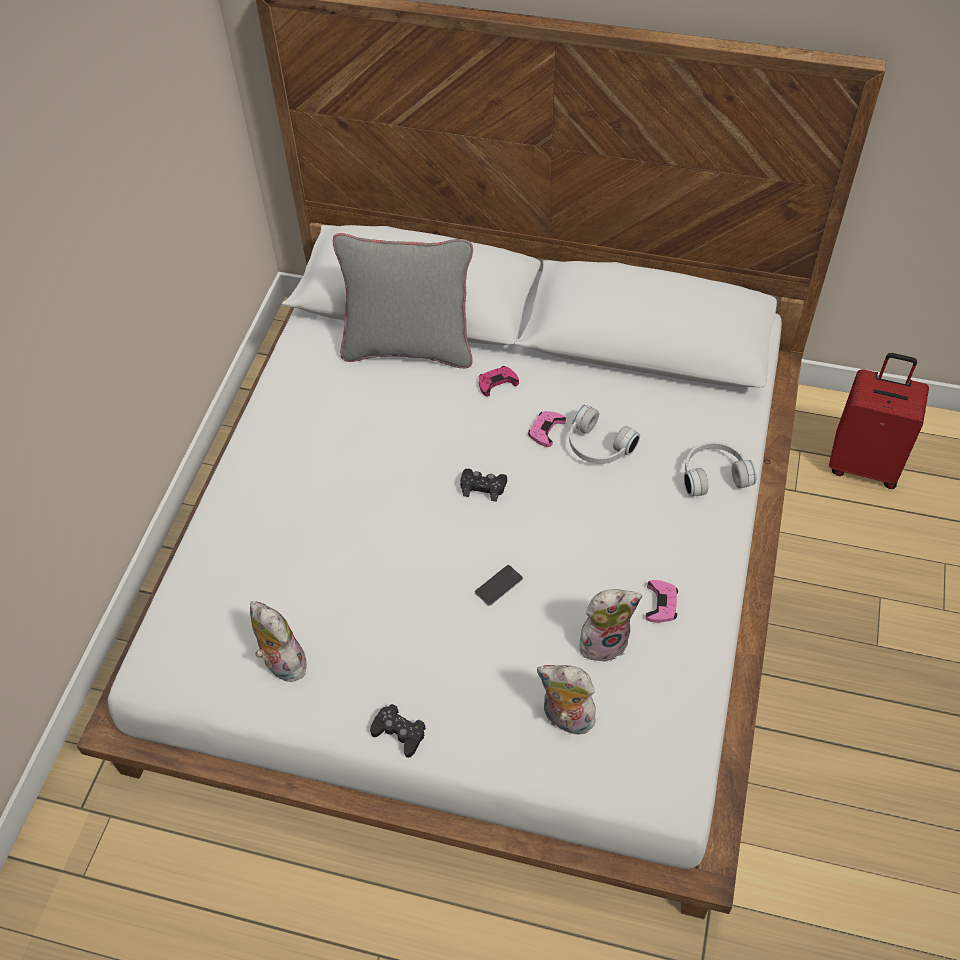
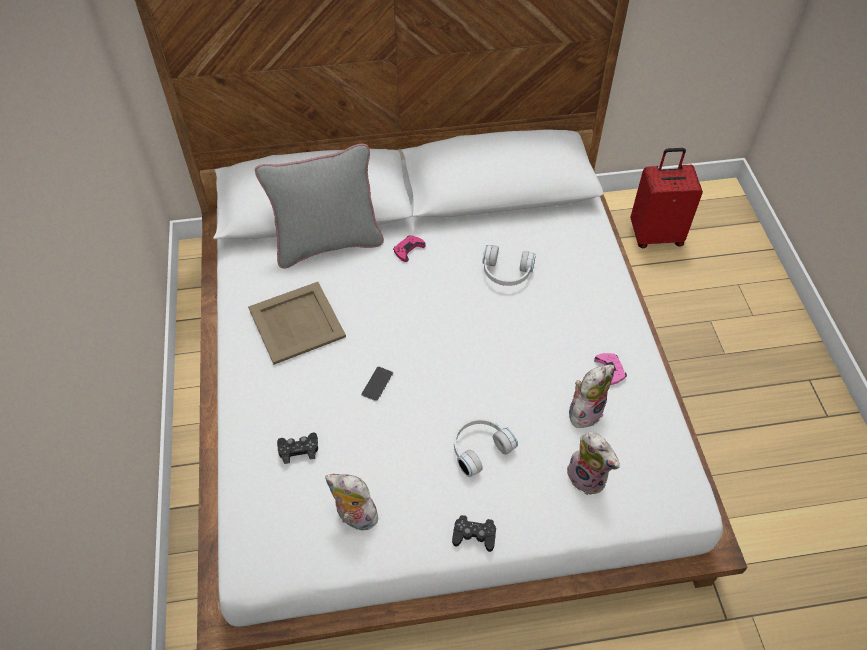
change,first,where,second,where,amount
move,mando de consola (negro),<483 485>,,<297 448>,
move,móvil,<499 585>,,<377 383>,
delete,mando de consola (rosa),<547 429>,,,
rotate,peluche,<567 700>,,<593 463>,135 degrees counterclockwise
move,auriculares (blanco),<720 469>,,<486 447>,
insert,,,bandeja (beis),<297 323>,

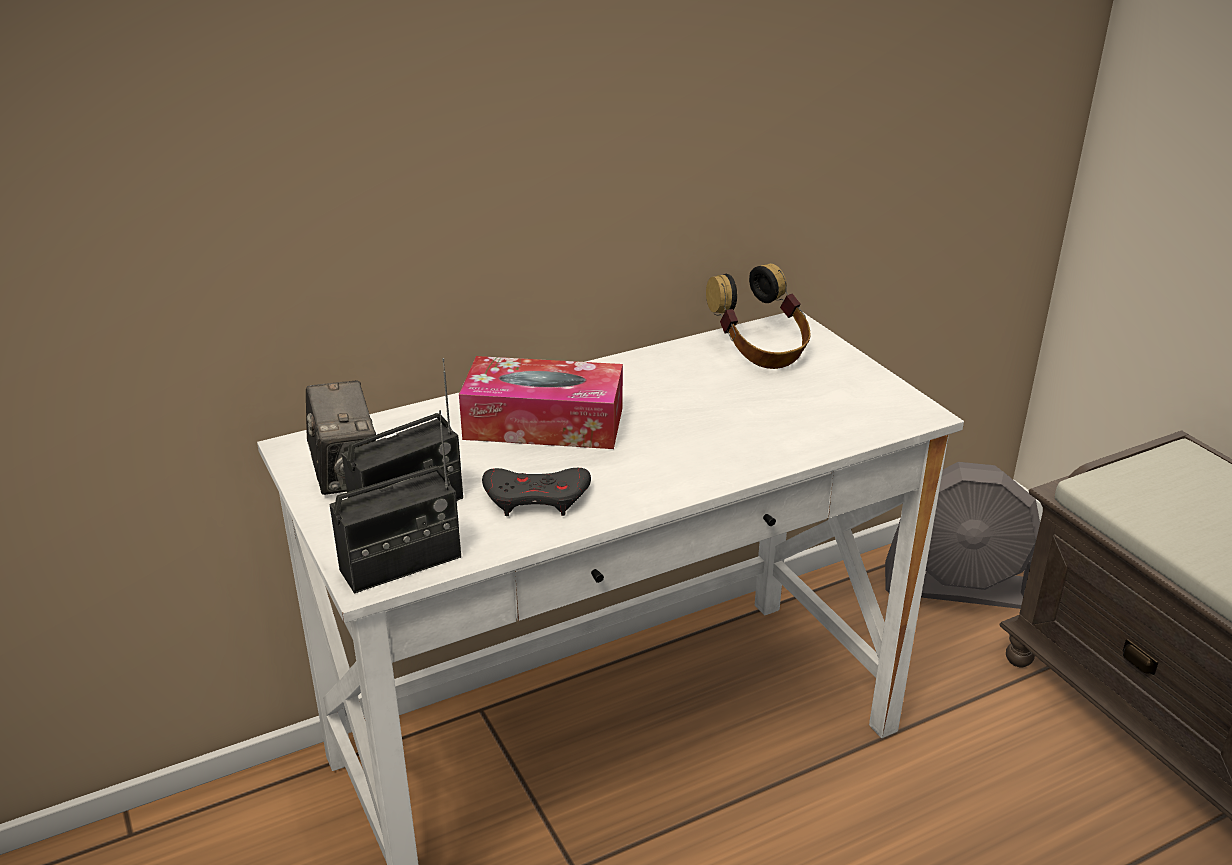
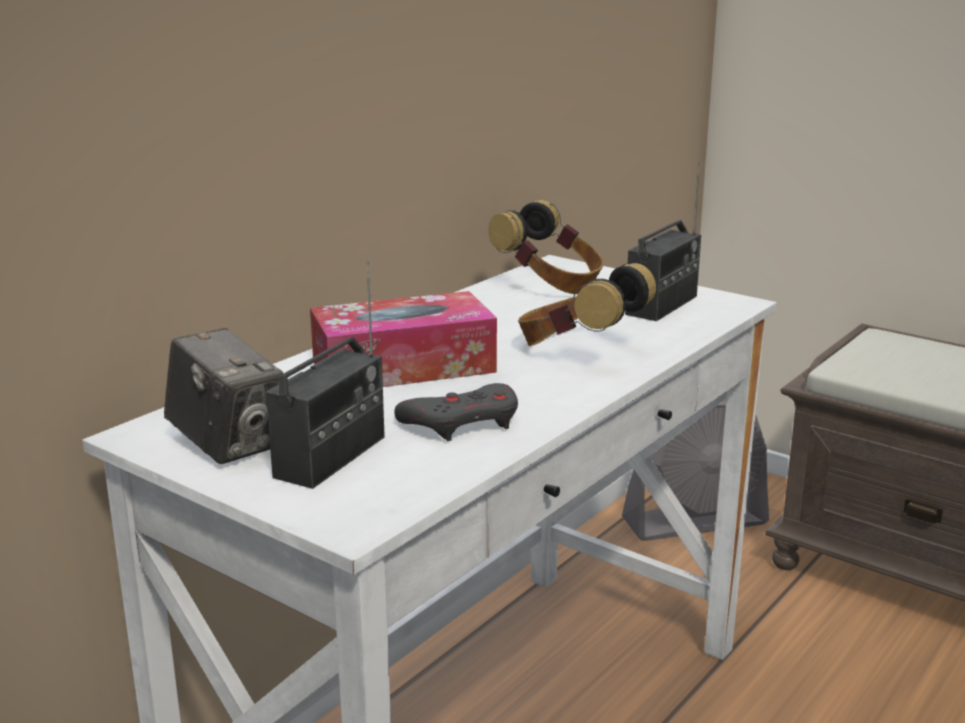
change,first,where,second,where,amount
move,radio,<395 501>,,<663 241>,
insert,,,auriculares,<587 304>,

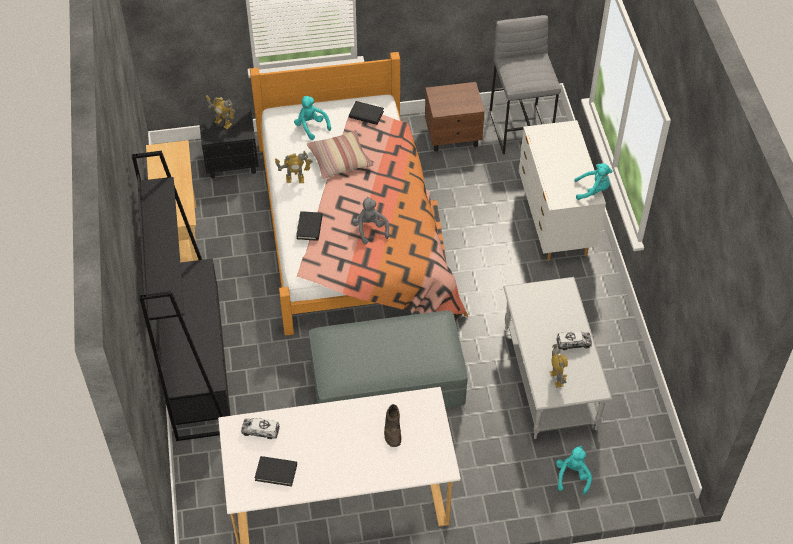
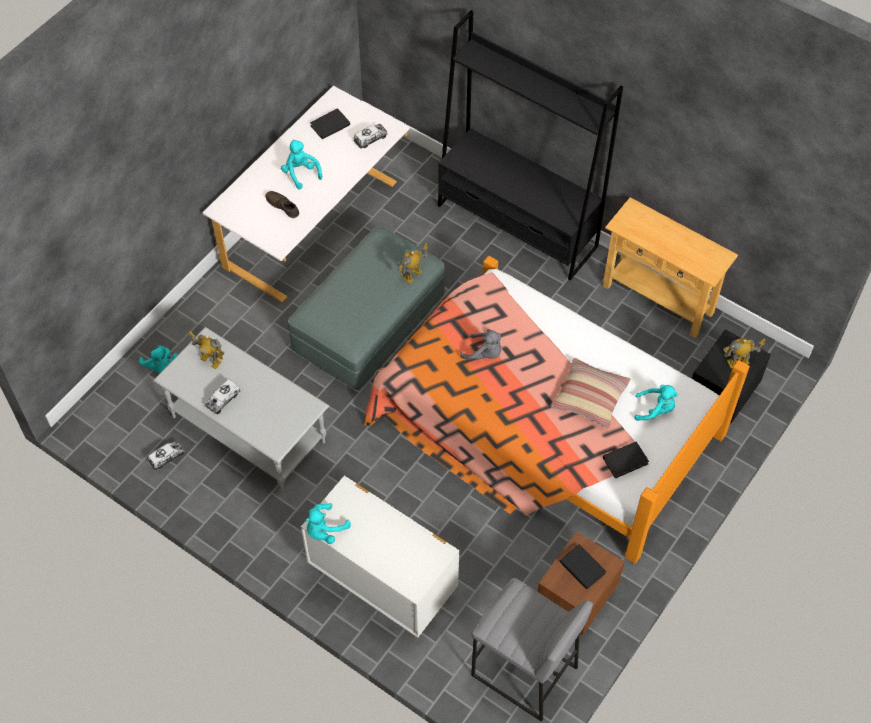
change,first,where,second,where,amount
move,robot de juguete,<294 167>,,<413 263>,
move,libro (negro),<309 226>,,<582 566>,
insert,,,camión de juguete,<166 456>,
insert,,,peluche (turquesa),<301 164>,

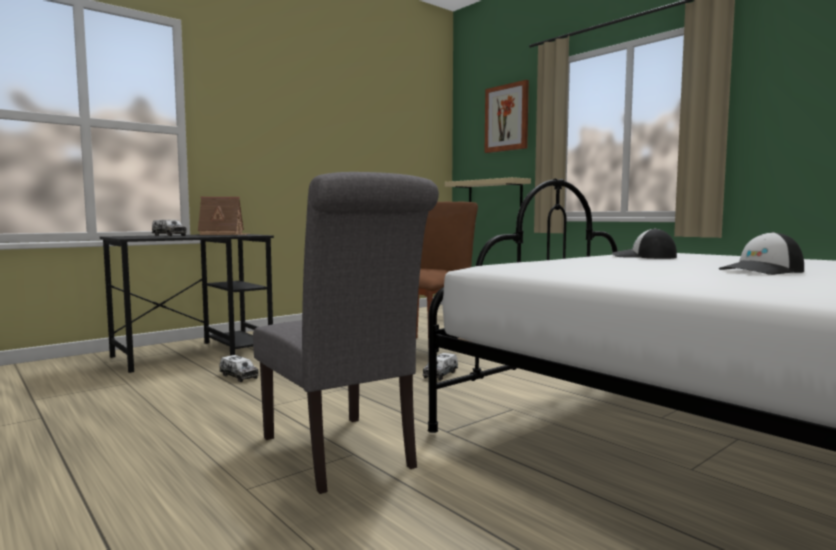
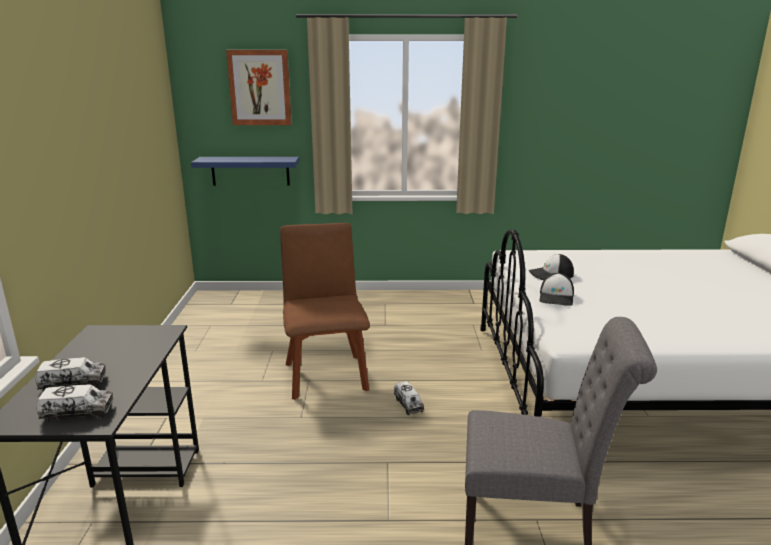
change,first,where,second,where,amount
delete,casita,<224 215>,,,
move,camión de juguete,<239 368>,,<75 403>,
recolor,estante (beis),<488 191>,estante (azul),<245 171>,
move,gorra,<761 253>,,<557 289>,

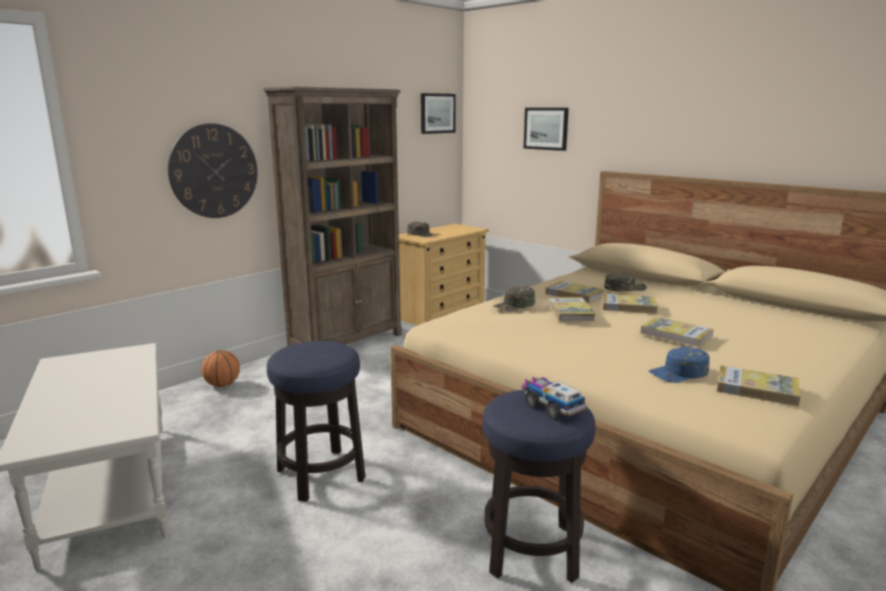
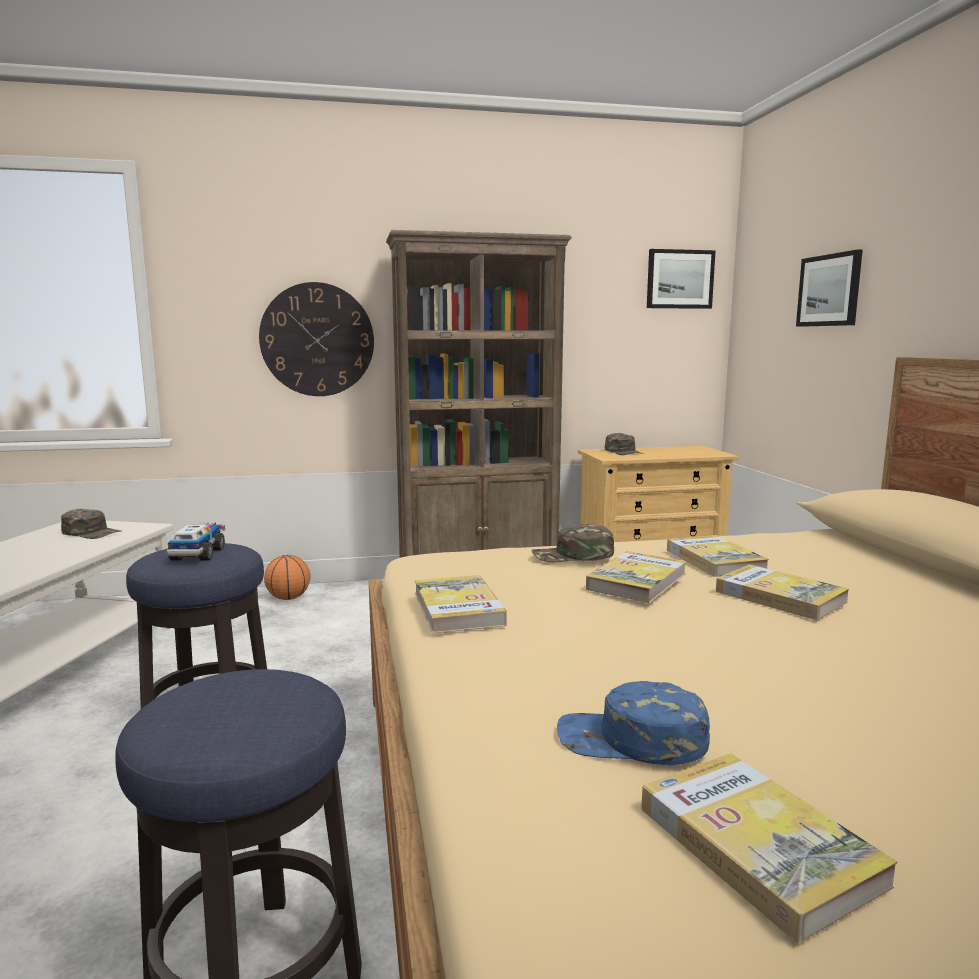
change,first,where,second,where,amount
move,camión de juguete,<554 398>,,<196 541>,
move,gorra (verde),<625 282>,,<91 524>,
move,libro,<676 332>,,<461 604>,

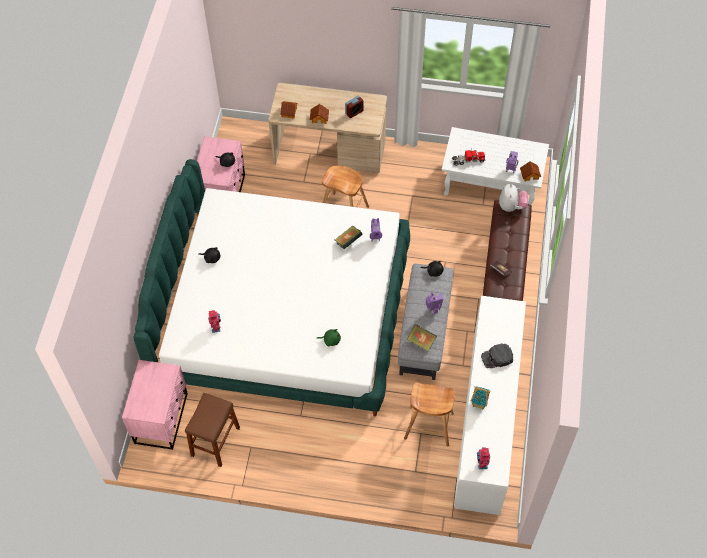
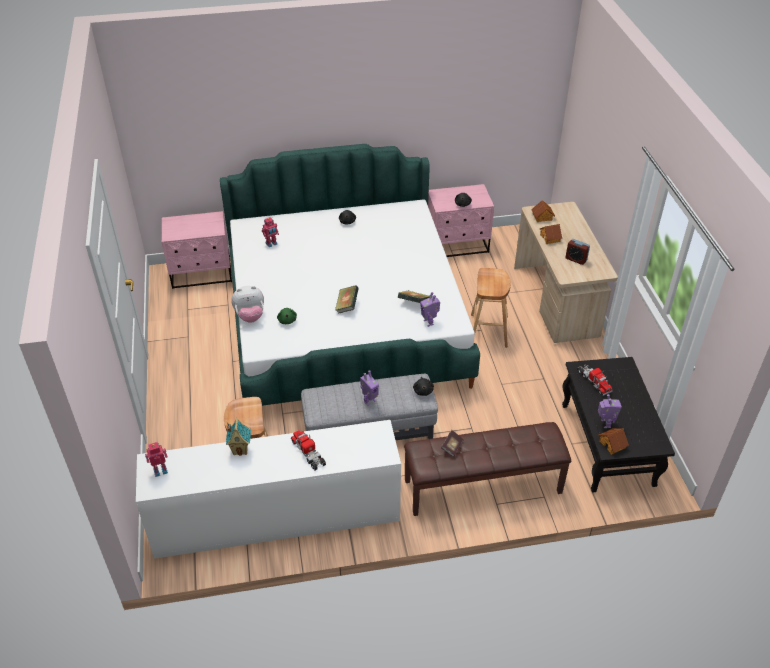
change,first,where,second,where,amount
delete,taburete (marrón),<212 430>,,,
move,libro,<422 338>,,<347 300>,
recolor,mesa de centro (blanco),<495 166>,mesa de centro (negro),<618 425>,
replace,gorra (negro),<497 356>,camión de juguete,<308 450>,
move,peluche,<513 198>,,<247 304>,

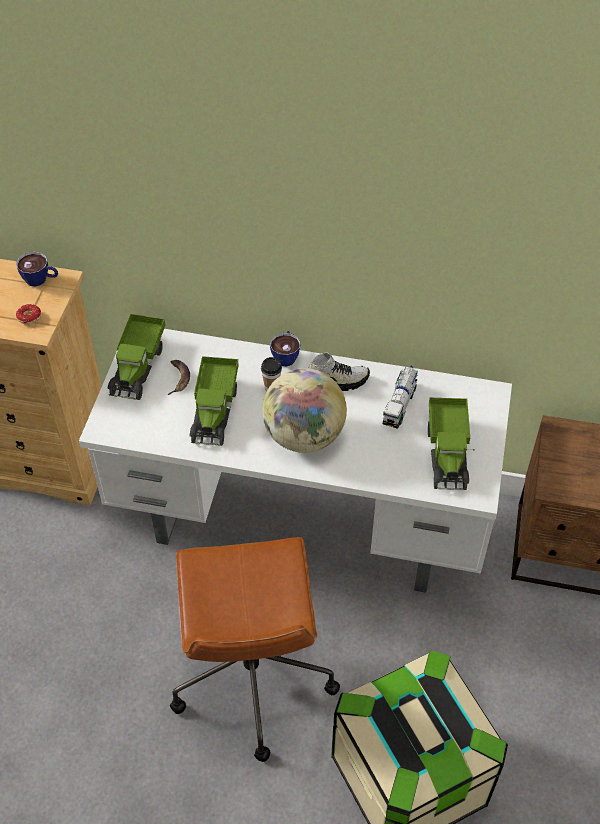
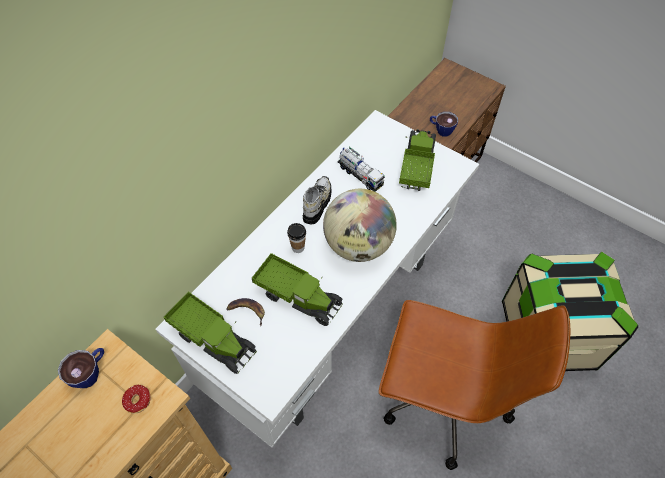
change,first,where,second,where,amount
move,taza,<285 349>,,<444 124>,
rotate,camión de juguete,<451 444>,,<417 160>,105 degrees counterclockwise

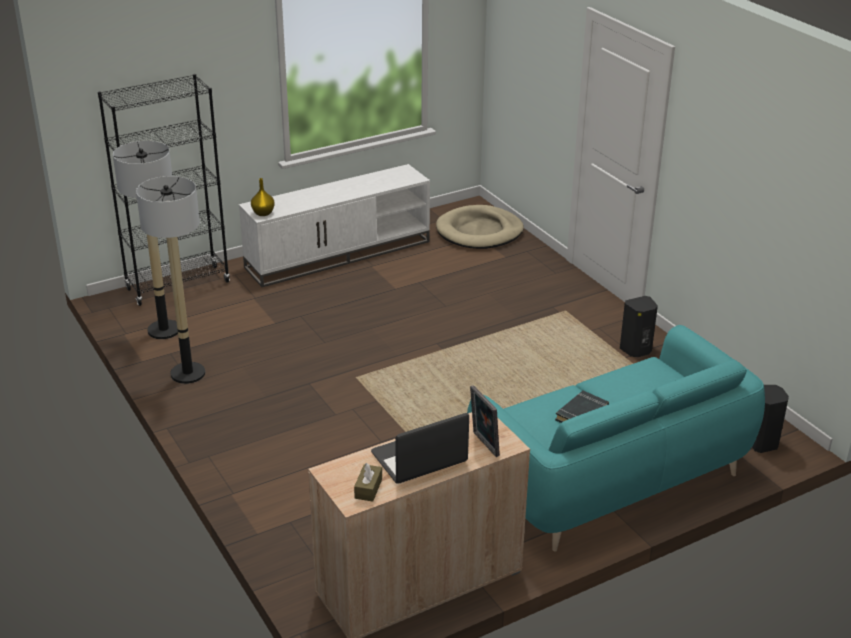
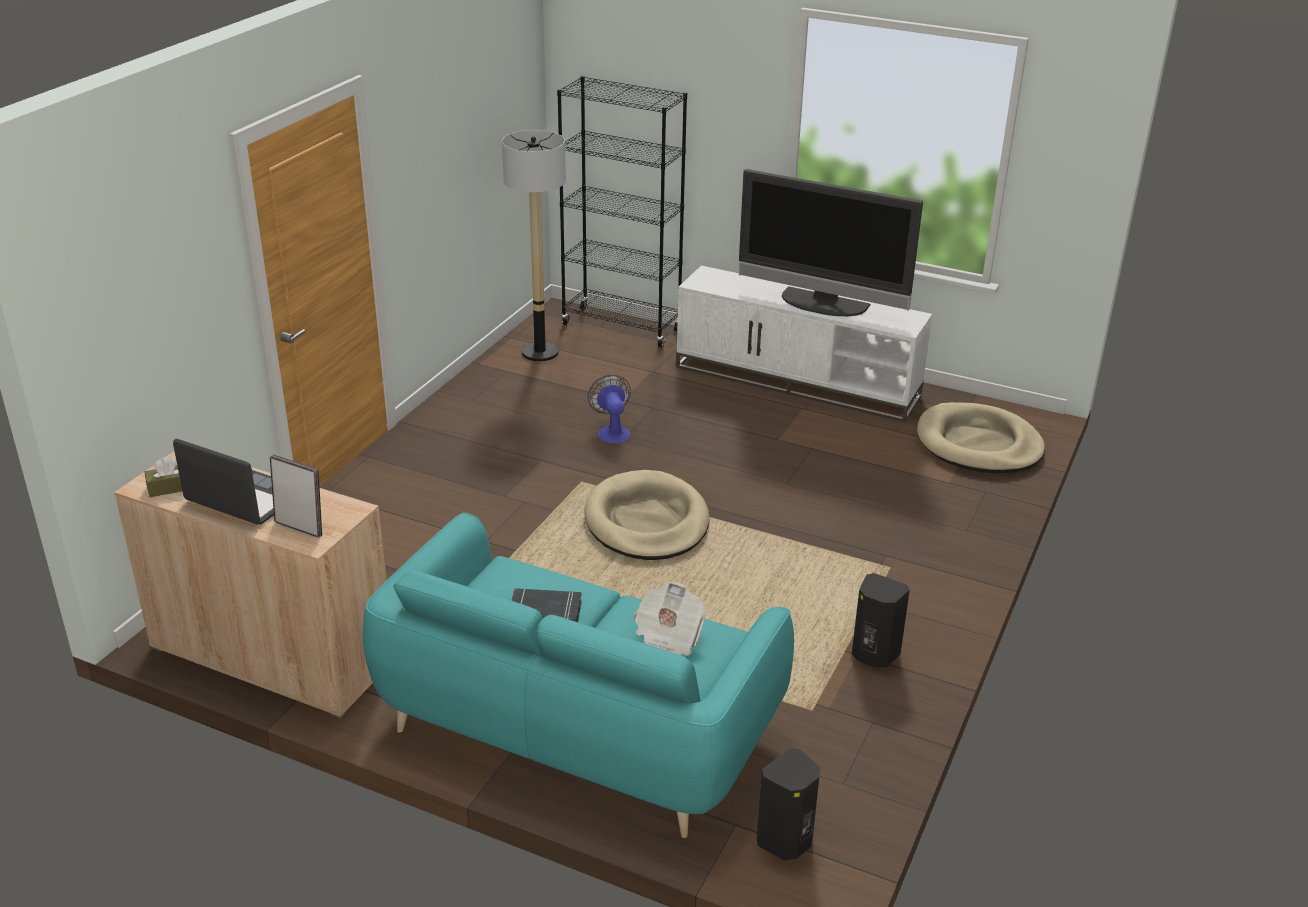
change,first,where,second,where,amount
delete,lámpara de pie,<170 280>,,,
delete,florero (amarillo),<263 197>,,,
rotate,portarretratos,<485 421>,,<296 496>,90 degrees clockwise
insert,,,cama para perro (beis),<647 515>,
insert,,,ventilador,<609 409>,
insert,,,periódico,<670 619>,
insert,,,televisor,<831 242>,

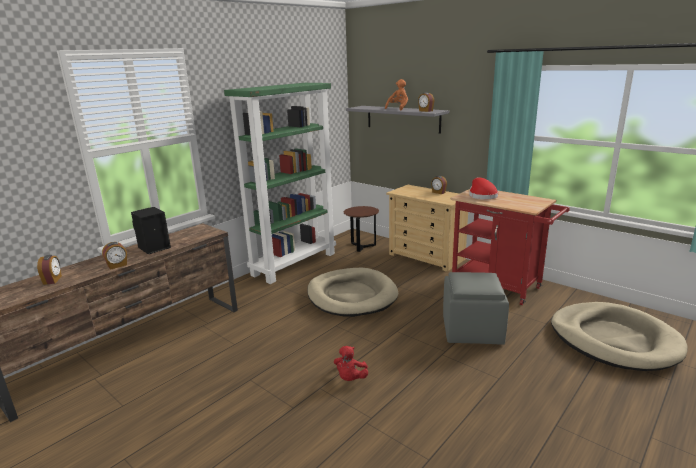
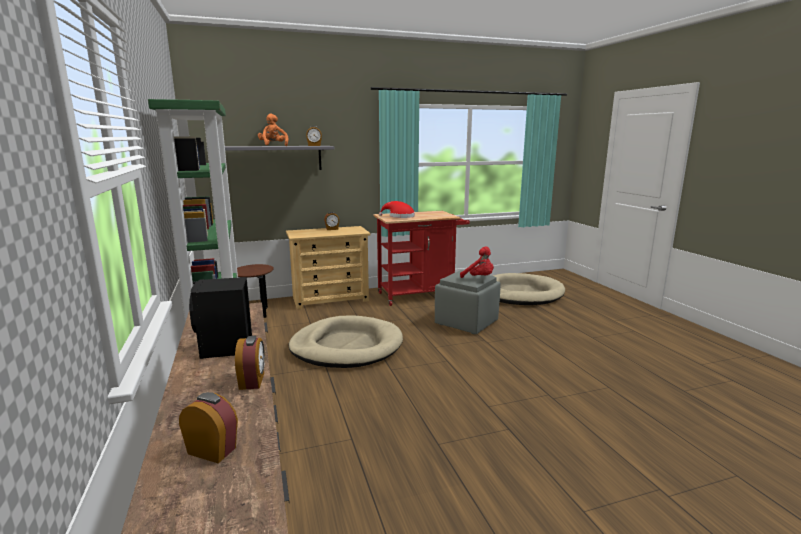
change,first,where,second,where,amount
move,peluche (rojo),<351 363>,,<477 262>,

